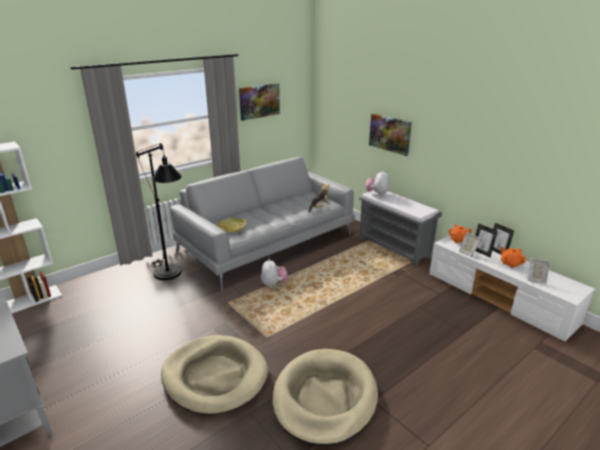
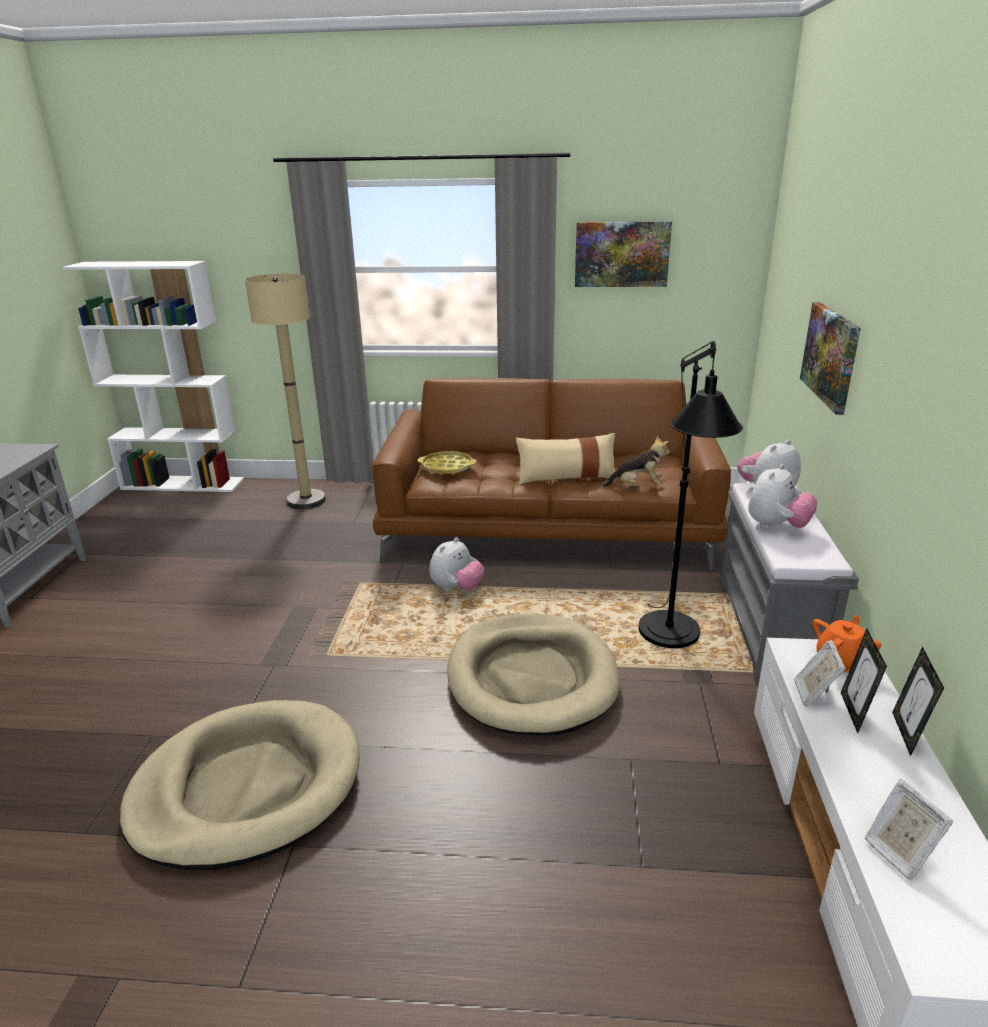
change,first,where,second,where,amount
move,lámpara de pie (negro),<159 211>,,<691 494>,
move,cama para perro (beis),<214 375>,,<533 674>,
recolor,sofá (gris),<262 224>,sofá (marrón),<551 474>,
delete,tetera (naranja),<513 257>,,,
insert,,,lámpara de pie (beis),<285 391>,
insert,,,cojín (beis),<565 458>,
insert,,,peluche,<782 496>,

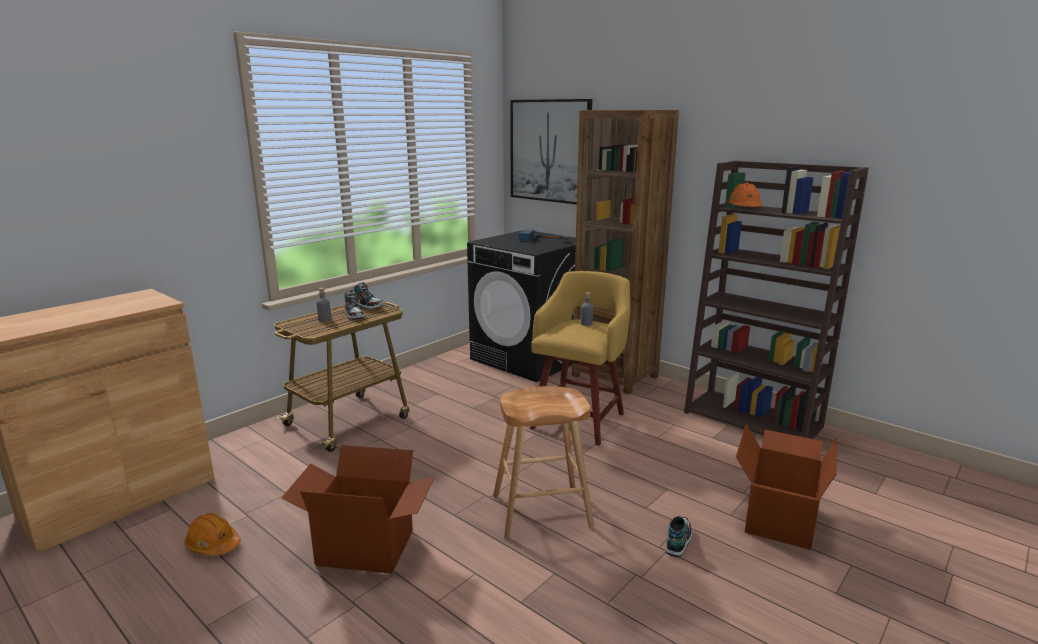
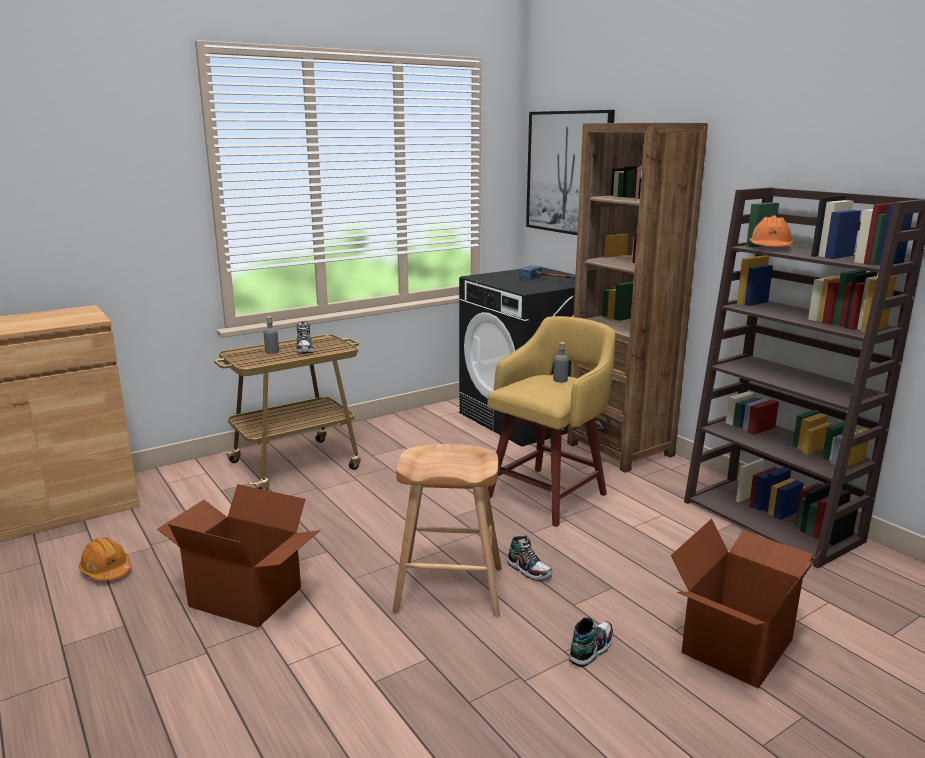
change,first,where,second,where,amount
move,zapato,<368 296>,,<529 558>,

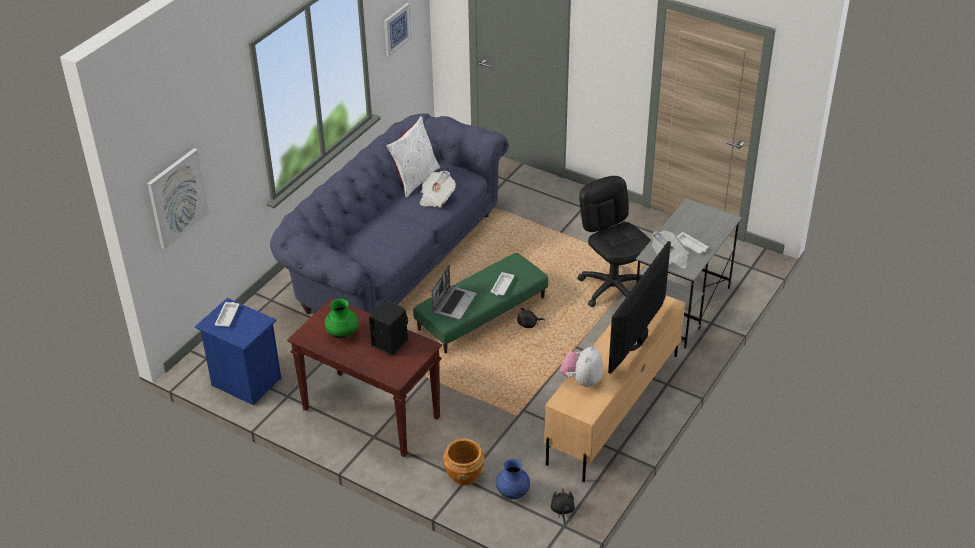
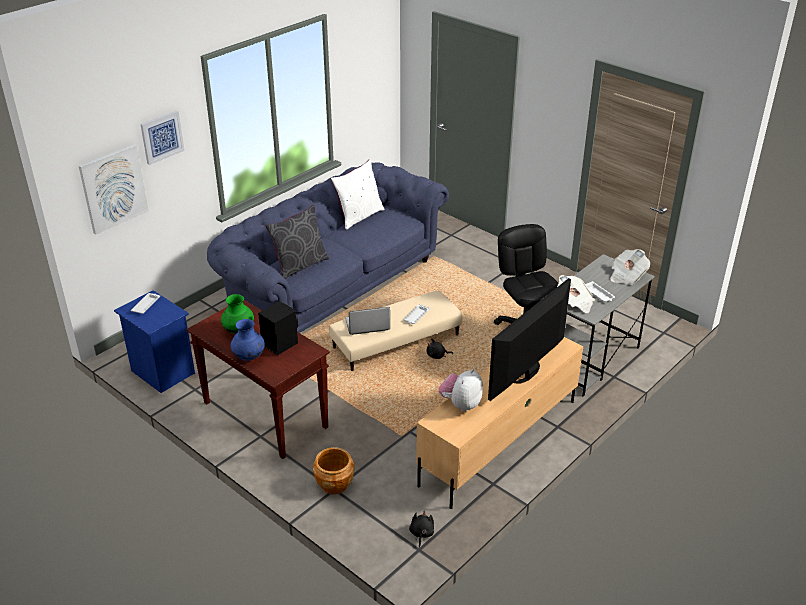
change,first,where,second,where,amount
move,cuadro,<398 29>,,<162 138>,
recolor,puf (verde),<480 303>,puf (beis),<395 331>,
move,periódico,<438 189>,,<630 267>,
rotate,portátil,<454 292>,,<367 321>,135 degrees counterclockwise
move,florero (azul),<513 479>,,<247 340>,
insert,,,cojín (gris),<297 242>,

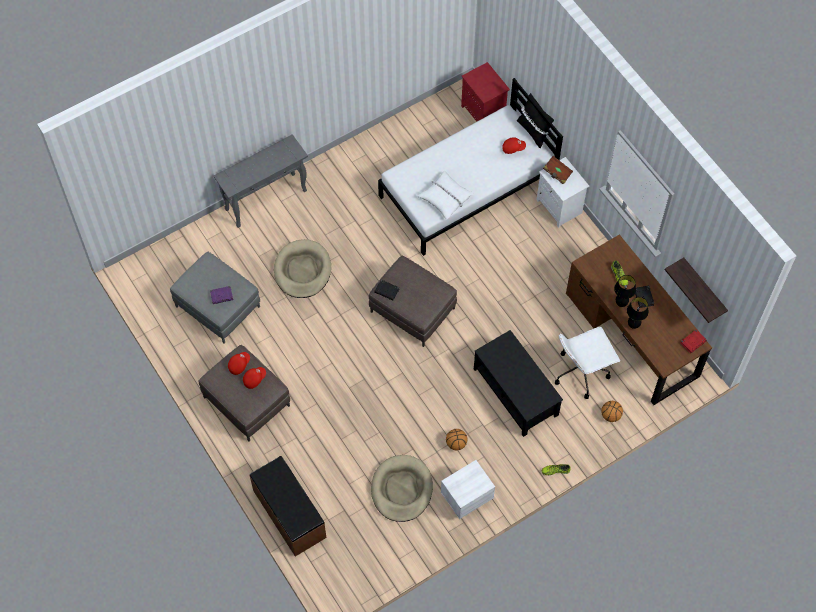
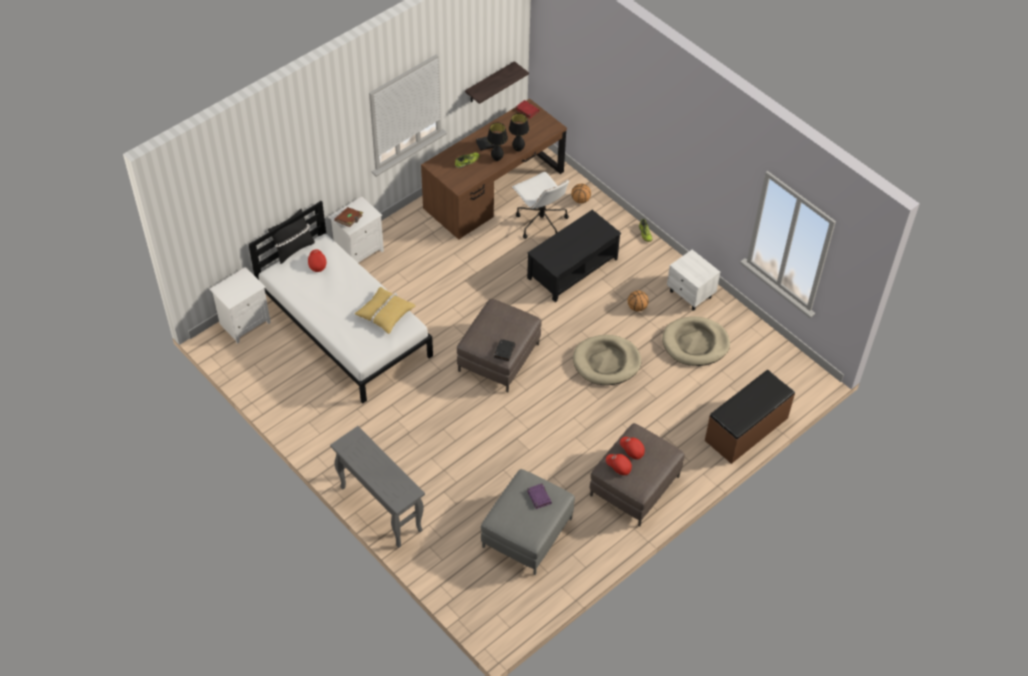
change,first,where,second,where,amount
move,cama para perro (beis),<302 268>,,<607 360>,
recolor,cojín (blanco),<445 195>,cojín (amarillo),<385 310>,
recolor,mesita de noche (rojo),<485 91>,mesita de noche (blanco),<240 305>,

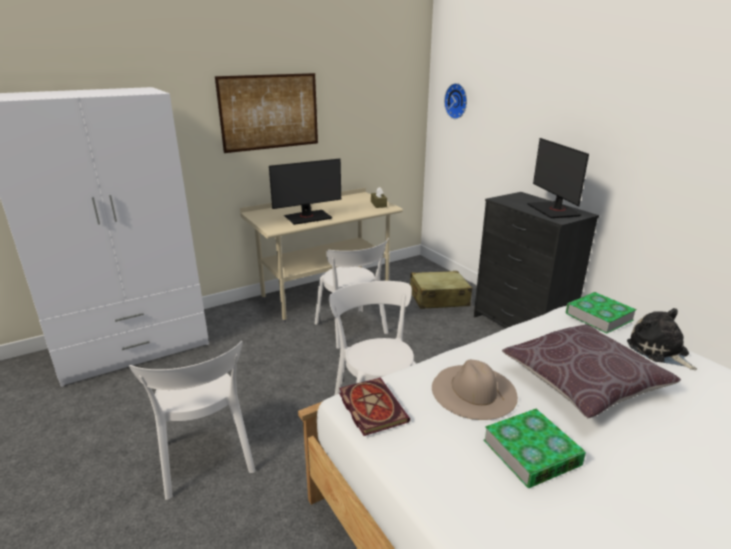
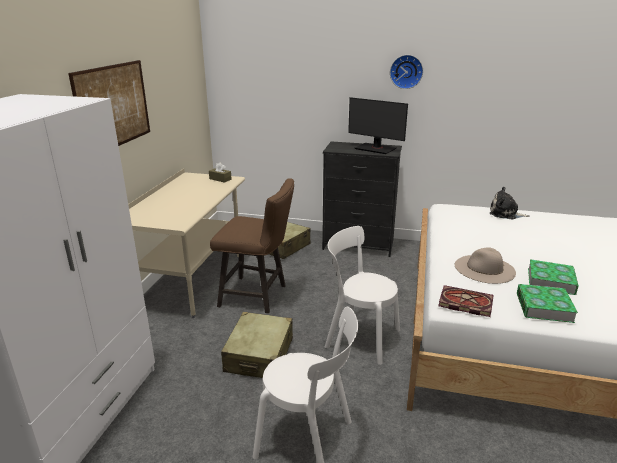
change,first,where,second,where,amount
delete,monitor,<305 192>,,,
replace,silla (blanco),<352 293>,taburete (marrón),<252 245>,
move,reloj de pared,<455 101>,,<406 72>,
delete,cojín (marrón),<591 371>,,,
move,libro,<601 312>,,<547 303>,
insert,,,maleta (beis),<257 345>,

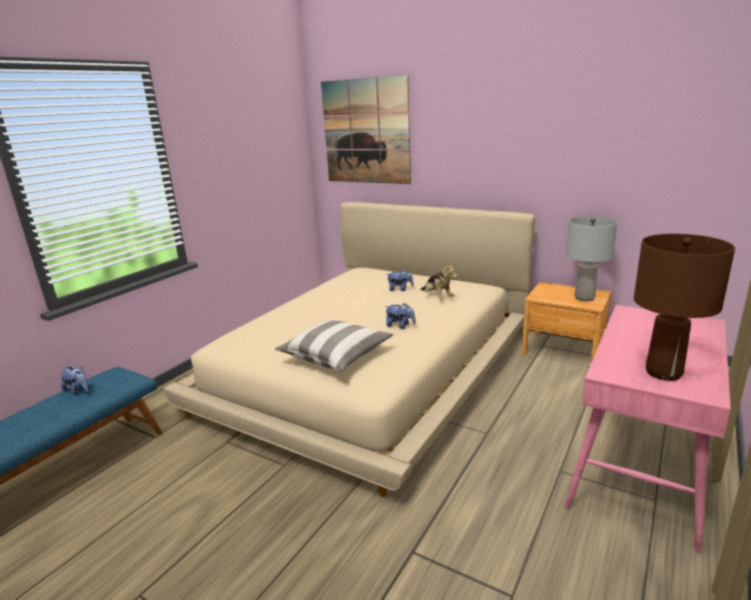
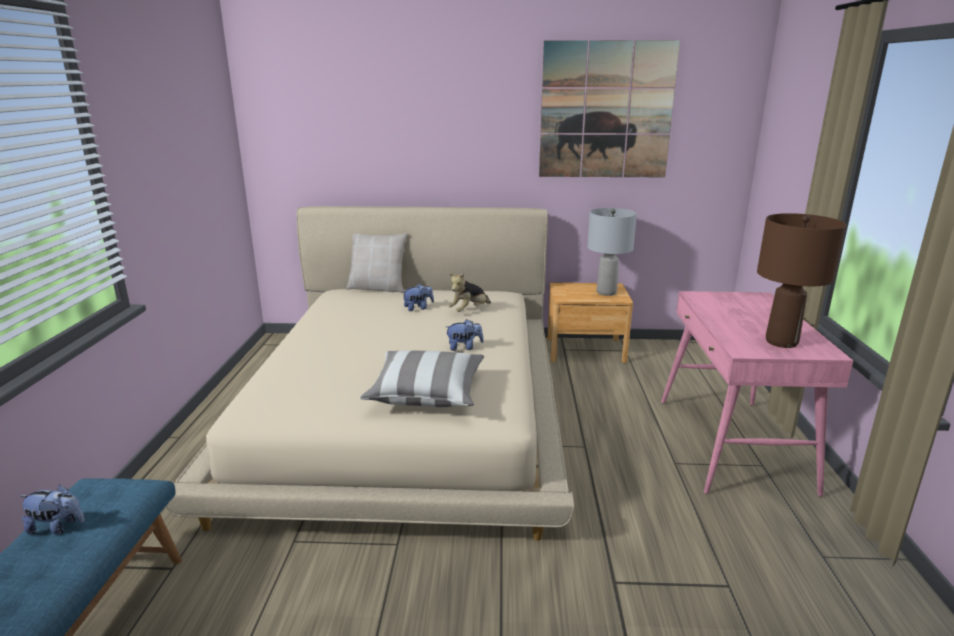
change,first,where,second,where,amount
move,cuadro,<366 129>,,<609 108>,
rotate,peluche,<438 281>,,<469 292>,105 degrees clockwise
insert,,,cojín (beis),<377 263>,

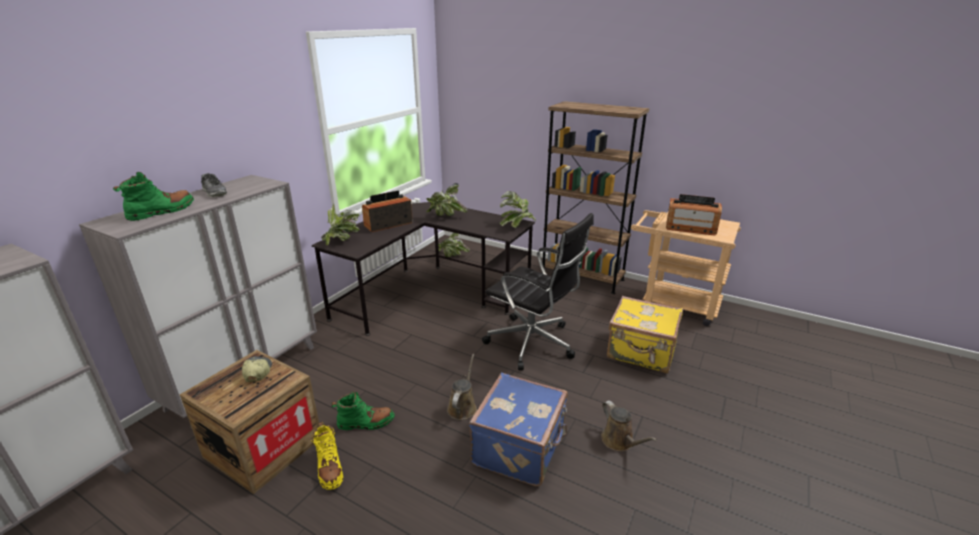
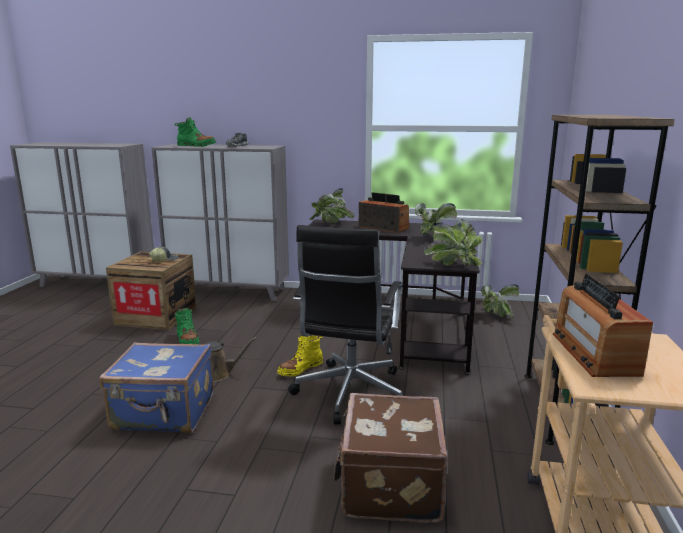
change,first,where,second,where,amount
move,bota (amarillo),<327 456>,,<300 356>,
delete,regadera (marrón),<629 426>,,,
recolor,maleta (amarillo),<645 334>,maleta (marrón),<391 458>,

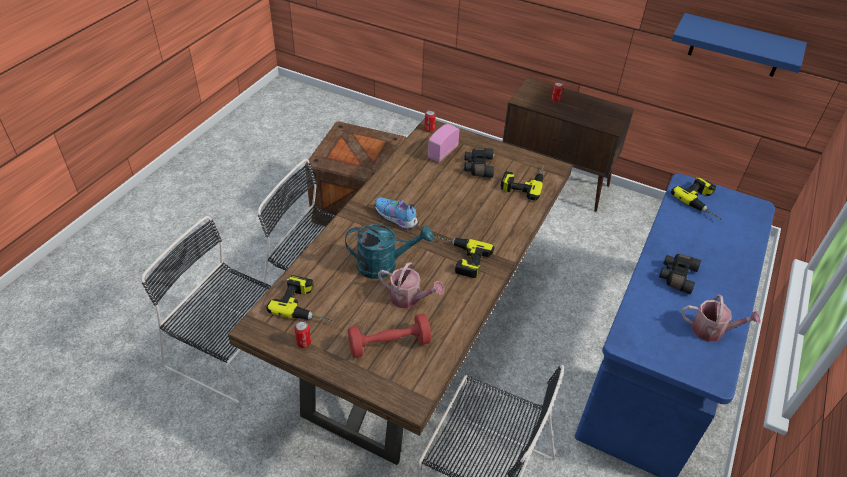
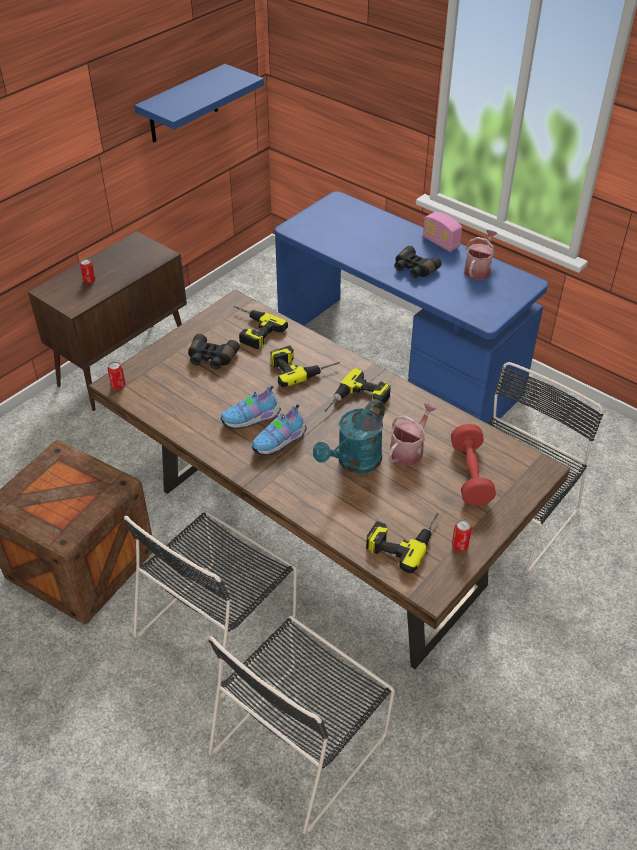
change,first,where,second,where,amount
rotate,regadera (turquesa),<389 251>,,<349 436>,150 degrees counterclockwise
move,radio,<444 143>,,<442 232>,
move,taladro,<696 198>,,<305 366>,
insert,,,zapato,<251 407>,

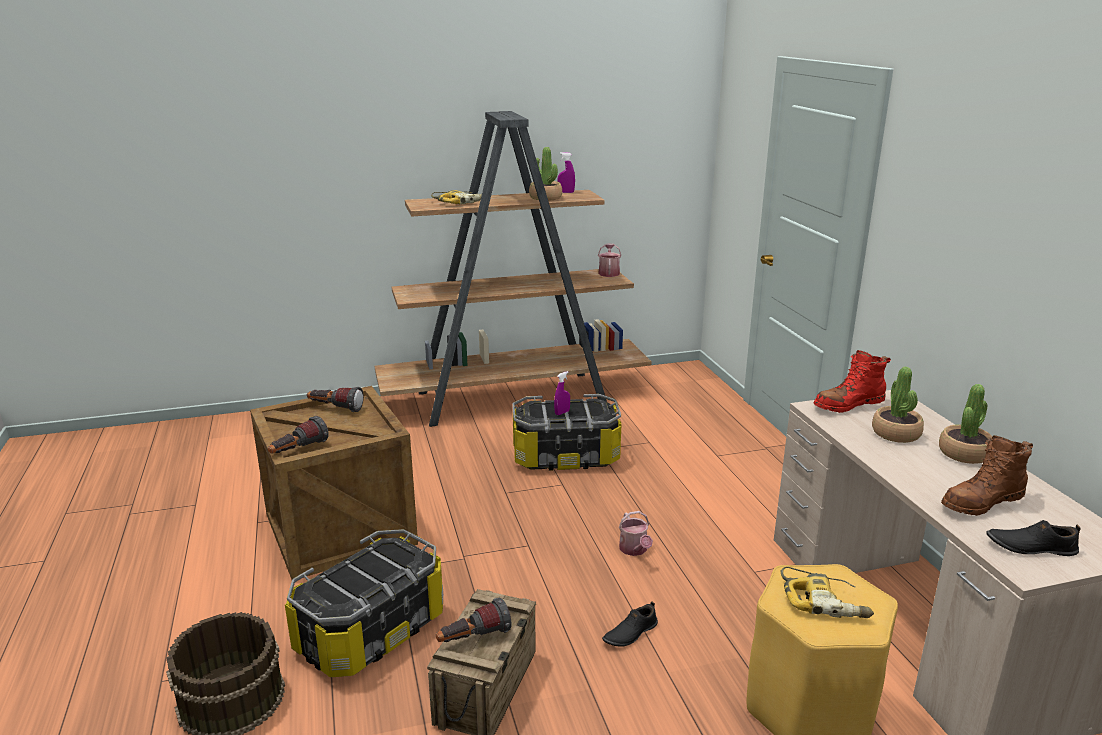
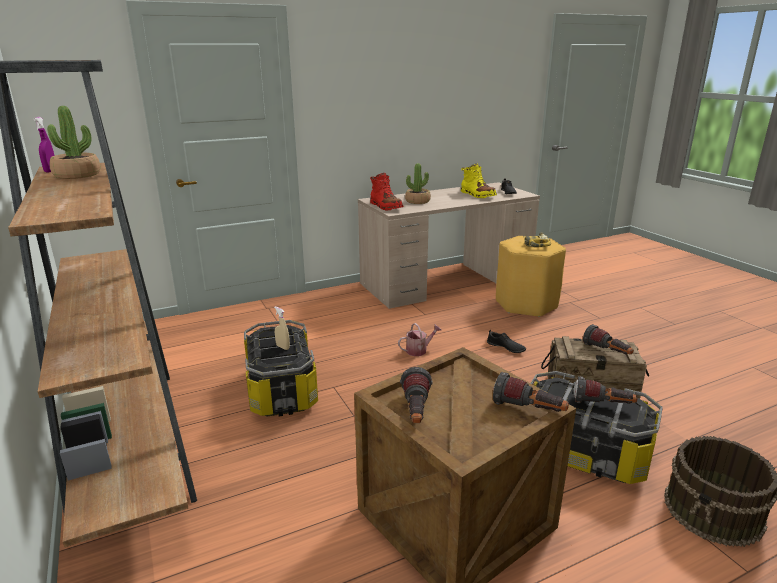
change,first,where,second,where,amount
delete,taladro,<456 197>,,,
recolor,pulverizador (morado),<562 393>,pulverizador (beis),<282 328>,
delete,regadera,<609 260>,,,
delete,planta en maceta,<965 424>,,,
recolor,bota (marrón),<987 475>,bota (amarillo),<479 181>,
insert,,,linterna,<605 390>,

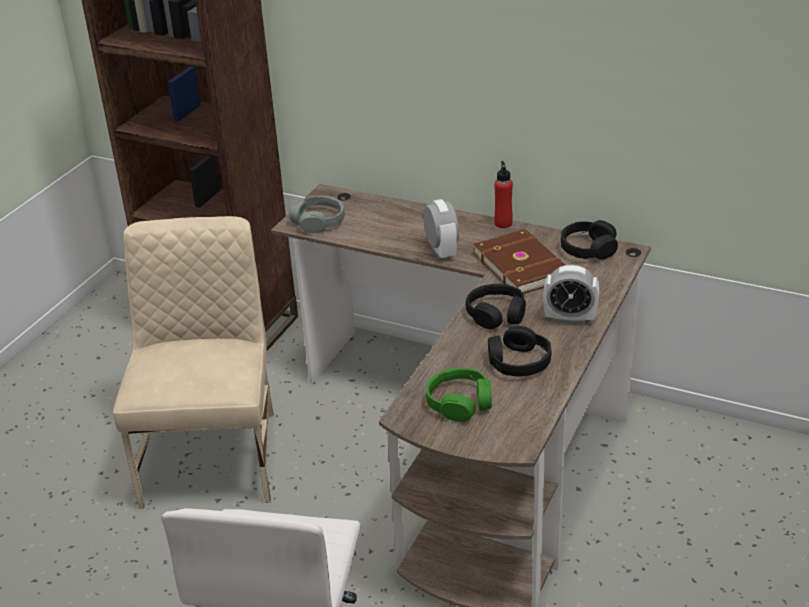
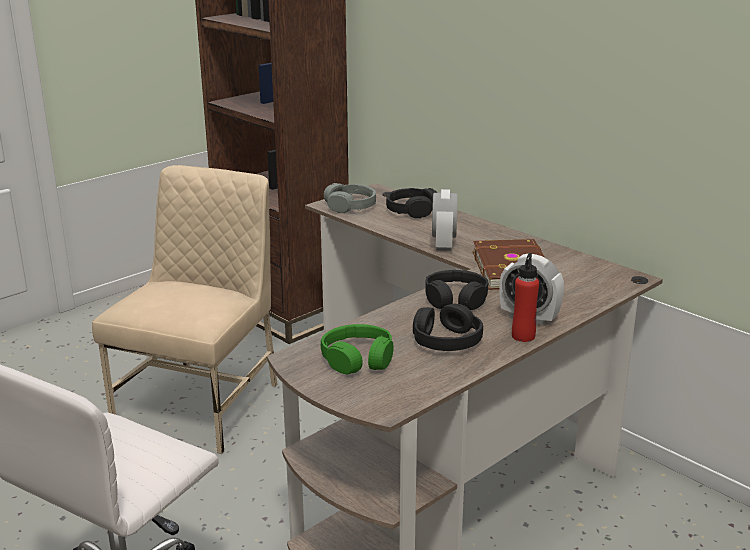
change,first,where,second,where,amount
move,botella (rojo),<503 194>,,<525 297>,
move,auriculares (negro),<589 240>,,<411 203>,

